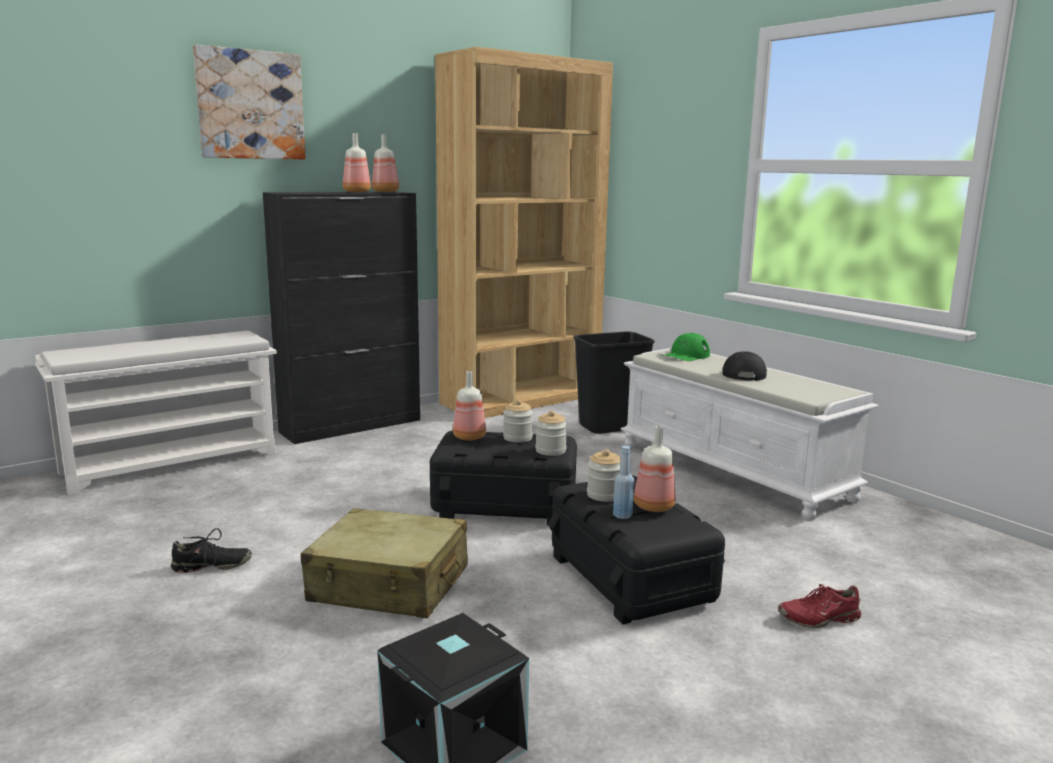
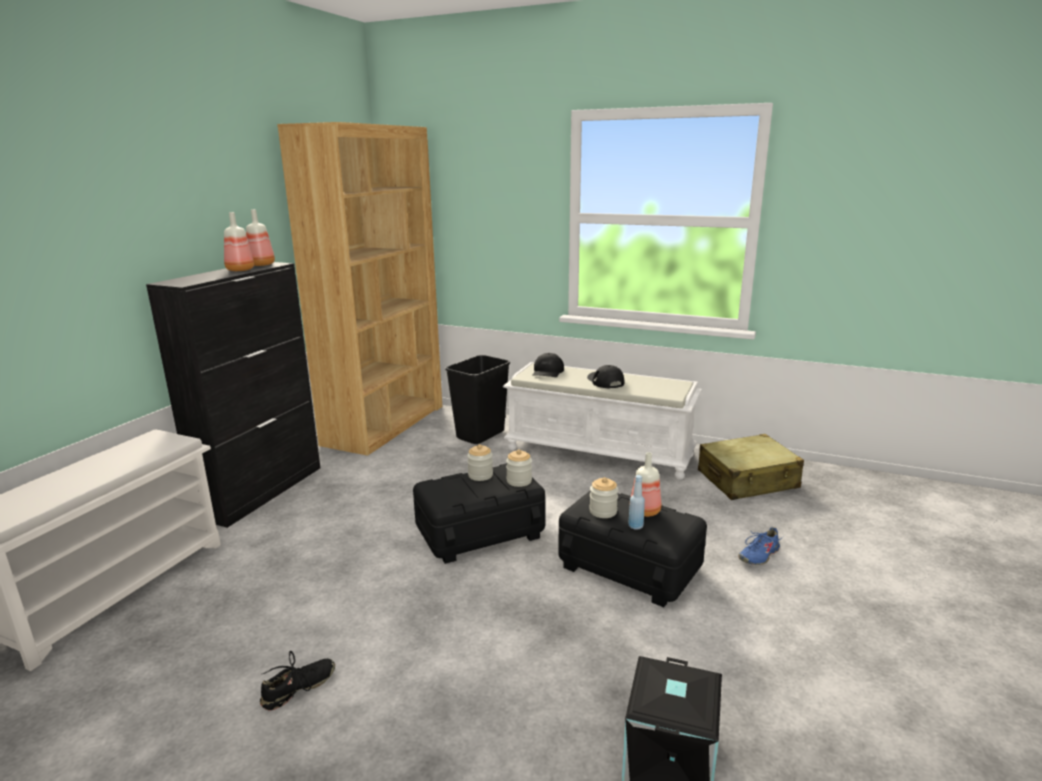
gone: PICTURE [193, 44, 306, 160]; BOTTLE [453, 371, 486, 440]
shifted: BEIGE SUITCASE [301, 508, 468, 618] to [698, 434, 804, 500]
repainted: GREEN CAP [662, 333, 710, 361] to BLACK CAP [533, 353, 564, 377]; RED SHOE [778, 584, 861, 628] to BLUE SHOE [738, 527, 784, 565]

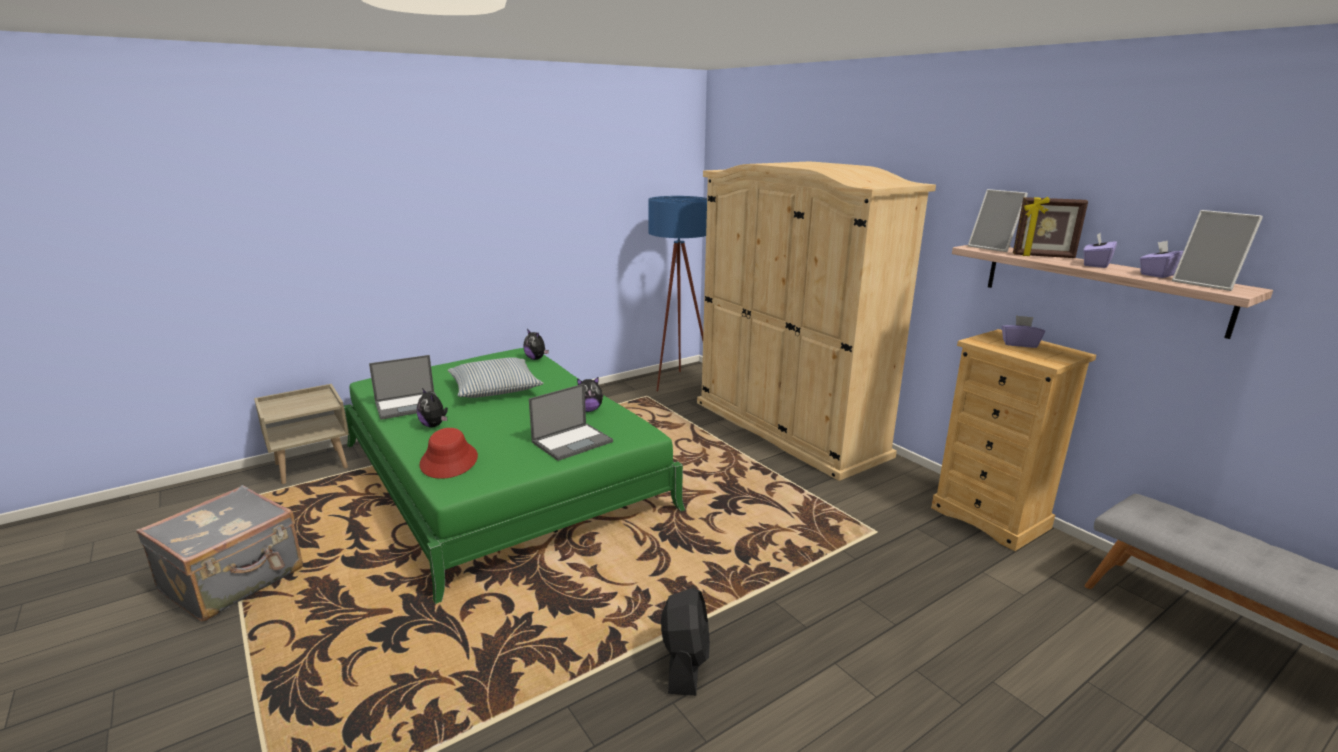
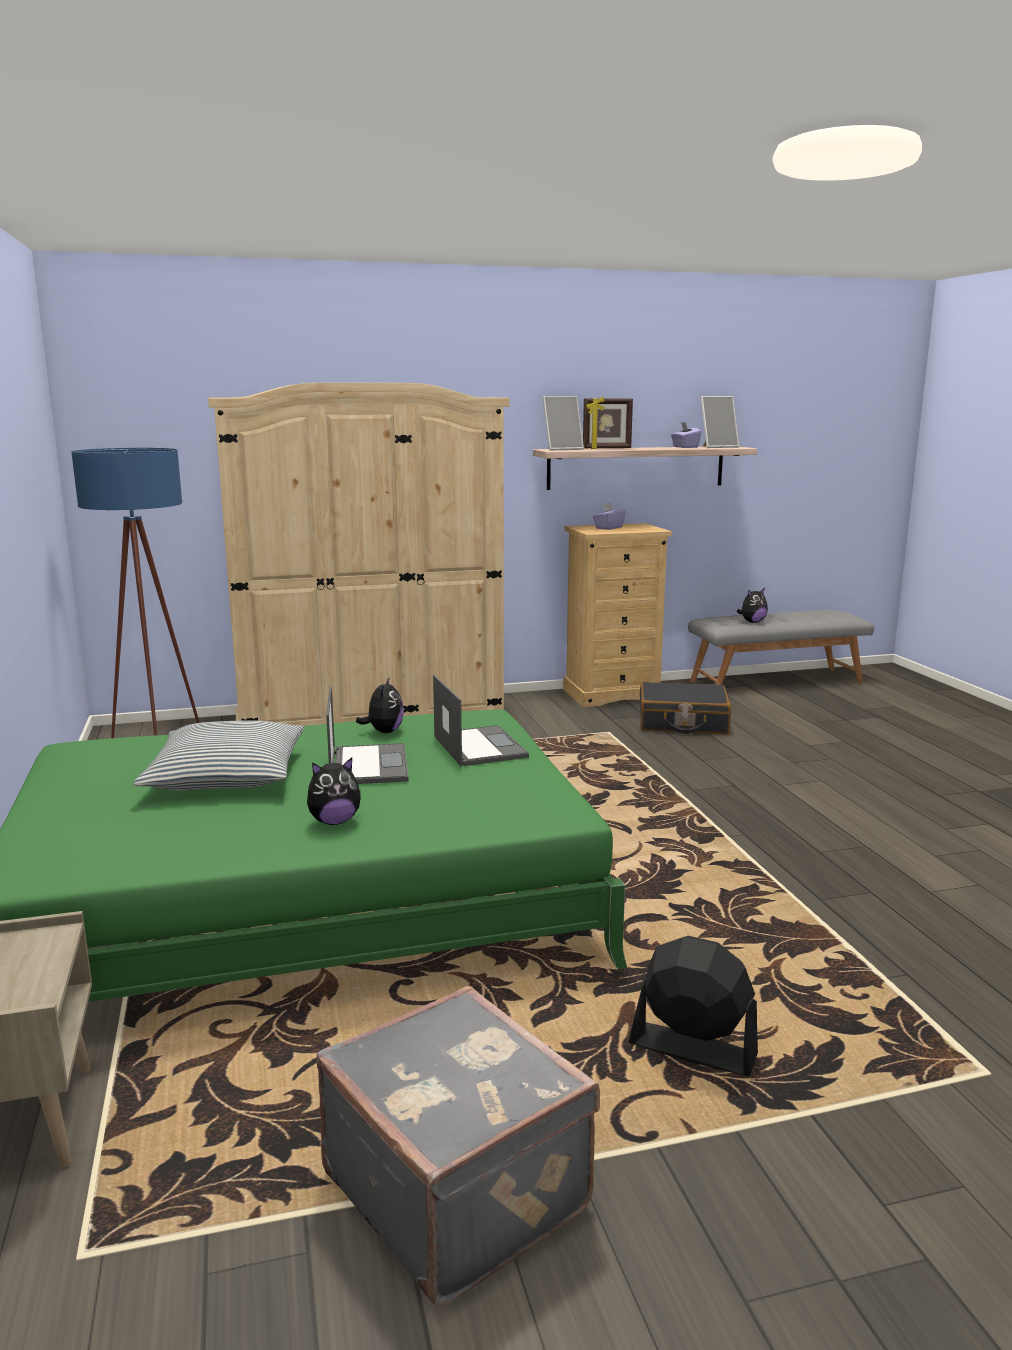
gone: RED HAT [420, 428, 478, 479]; PURPLE TISSUE BOX [1083, 233, 1117, 268]
new: BLACK SUITCASE [640, 682, 731, 734]
shifted: LAPTOP [369, 355, 437, 420] to [326, 686, 409, 784]; PLUSH TOY [523, 329, 549, 360] to [737, 588, 768, 623]; BLACK FAN [661, 588, 710, 696] to [629, 936, 758, 1077]
rotated: PICTURE FRAME [1013, 197, 1088, 258] = [583, 396, 633, 449] 45 degrees clockwise

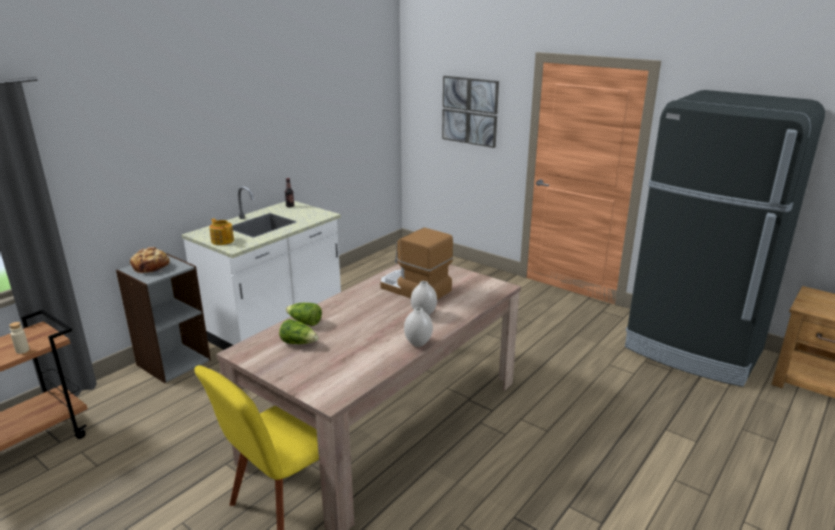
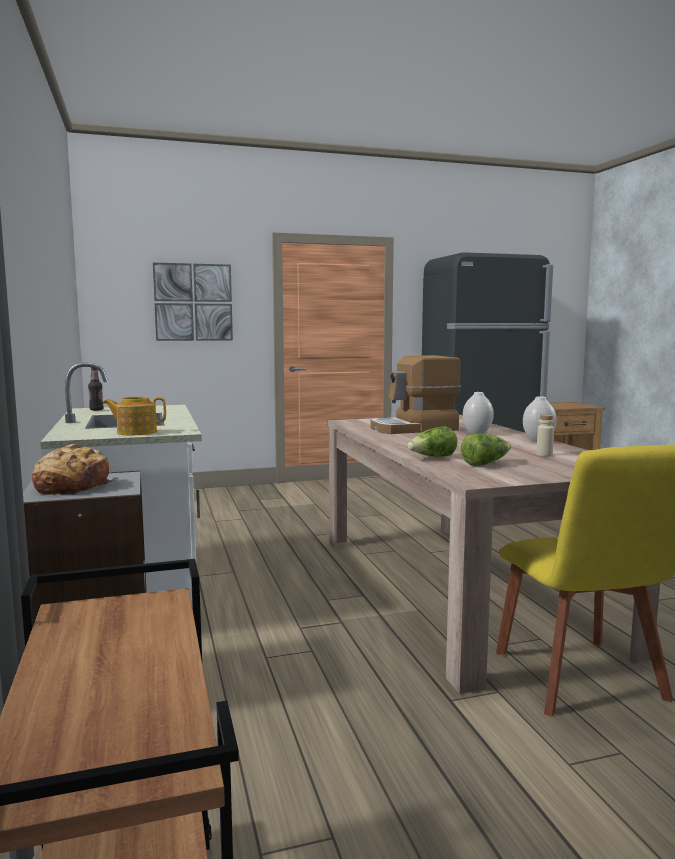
shifted: BEIGE BOTTLE [9, 322, 29, 354] to [536, 414, 554, 456]

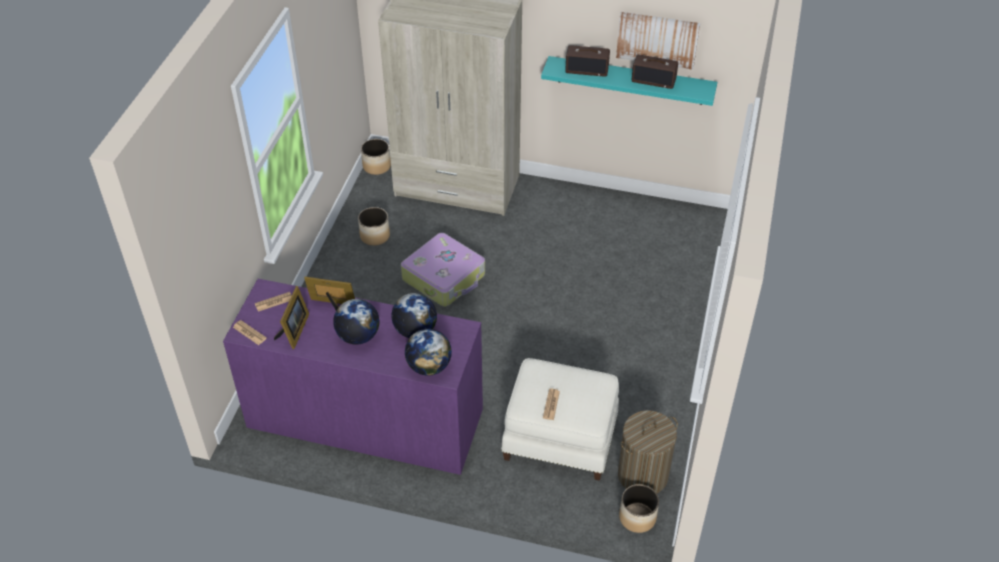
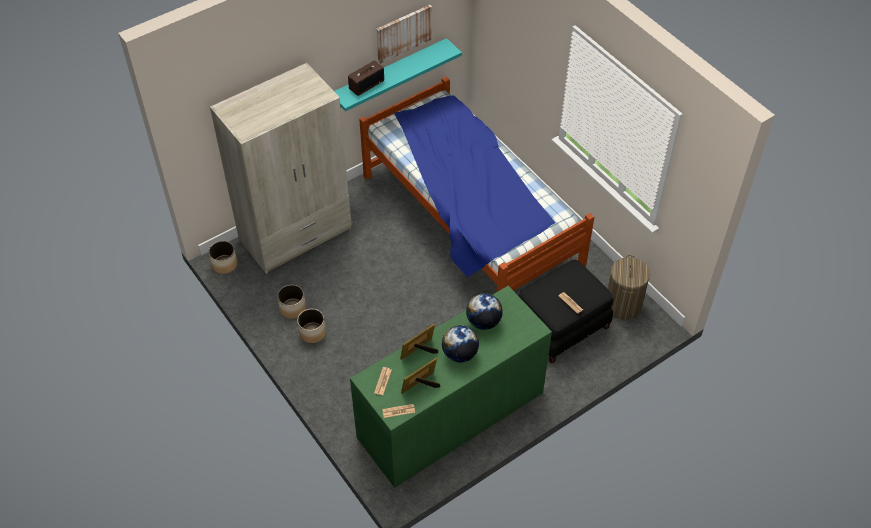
gone: SUITCASE [401, 233, 485, 307]; GLOBE [405, 329, 452, 376]; RADIO [632, 54, 678, 89]
new: BED [359, 77, 594, 292]
shifted: PLANTER [619, 484, 659, 533] to [297, 309, 326, 343]
repainted: PURPLE DRESSER [223, 279, 483, 475] to GREEN DRESSER [350, 286, 552, 488]; WHITE OTTOMAN [501, 358, 619, 481] to BLACK OTTOMAN [518, 260, 613, 364]
rotated: PICTURE FRAME [274, 286, 309, 349] = [401, 358, 440, 394] 90 degrees counterclockwise

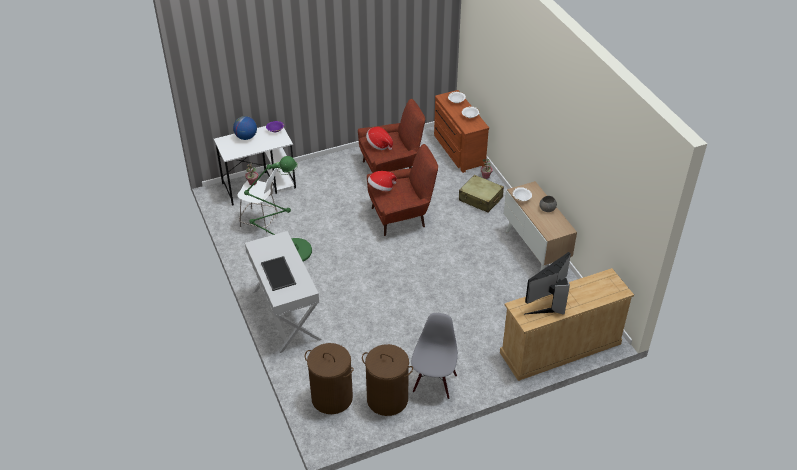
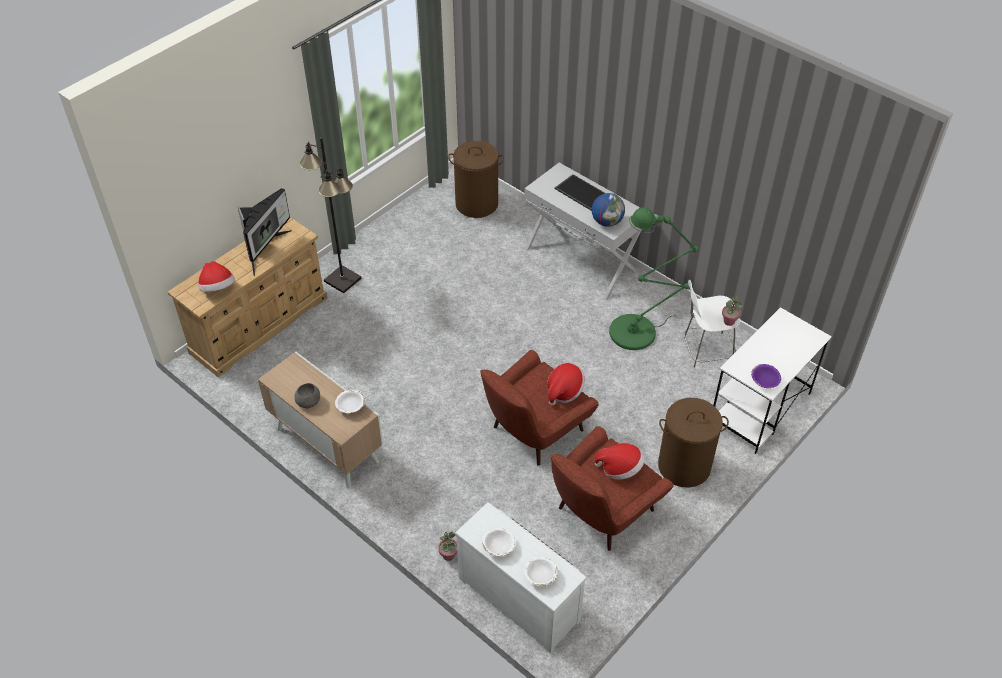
gone: GREY CHAIR [411, 313, 458, 399]; BEIGE SUITCASE [459, 175, 504, 213]
new: HAT [198, 261, 235, 292]; BLACK FLOOR LAMP [300, 137, 361, 293]
shifted: GLOBE [233, 116, 257, 140] to [592, 193, 625, 227]; BROWN LAUNDRY BASKET [362, 344, 413, 416] to [658, 398, 729, 488]
repainted: BROWN DRESSER [434, 90, 489, 173] to WHITE DRESSER [455, 502, 586, 653]

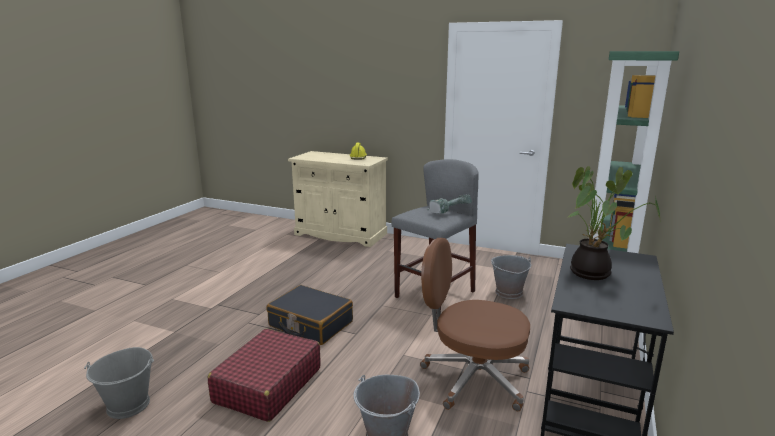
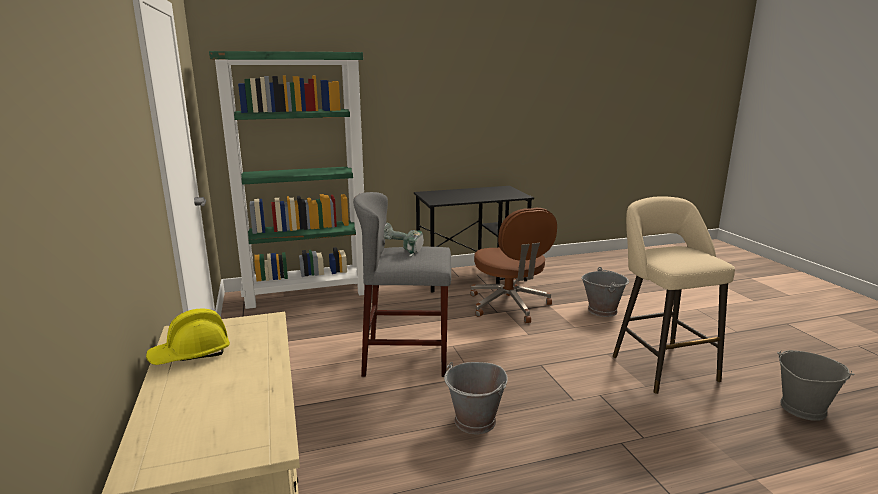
gone: BLACK SUITCASE [266, 285, 353, 345]; POTTED PLANT [567, 166, 661, 280]
shifted: GREY BUCKET [491, 255, 531, 299] to [444, 362, 508, 434]
swapped: RED SUITCASE [208, 329, 321, 422] to BEIGE STOOL [613, 196, 735, 394]

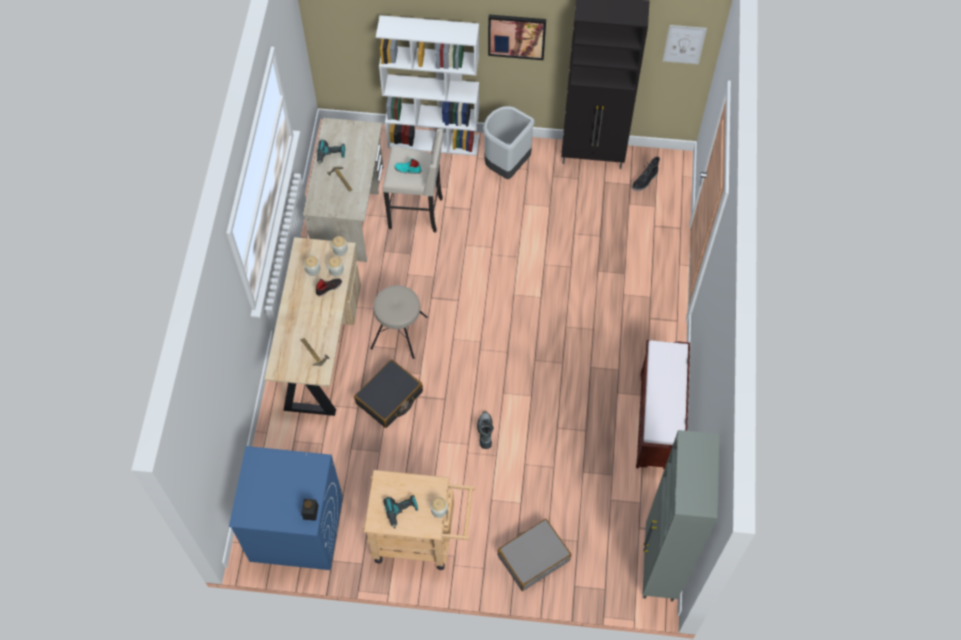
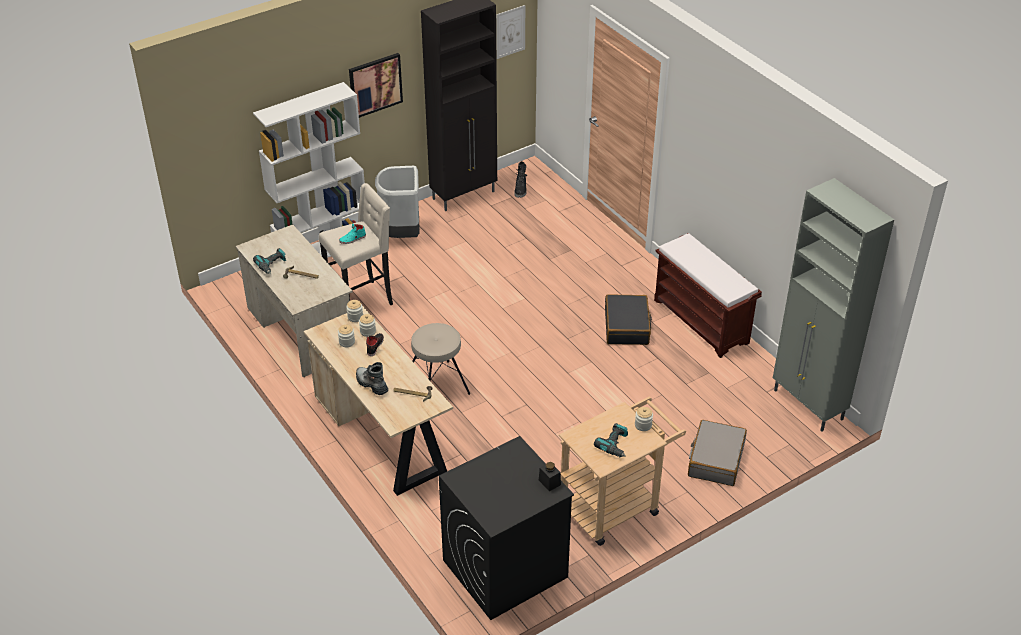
shifted: BLACK SUITCASE [354, 359, 423, 428] to [605, 294, 652, 345]; BOOT [477, 411, 494, 449] to [356, 362, 388, 395]
repainted: BLUE WASHING MACHINE [229, 446, 343, 570] to BLACK WASHING MACHINE [439, 436, 574, 620]

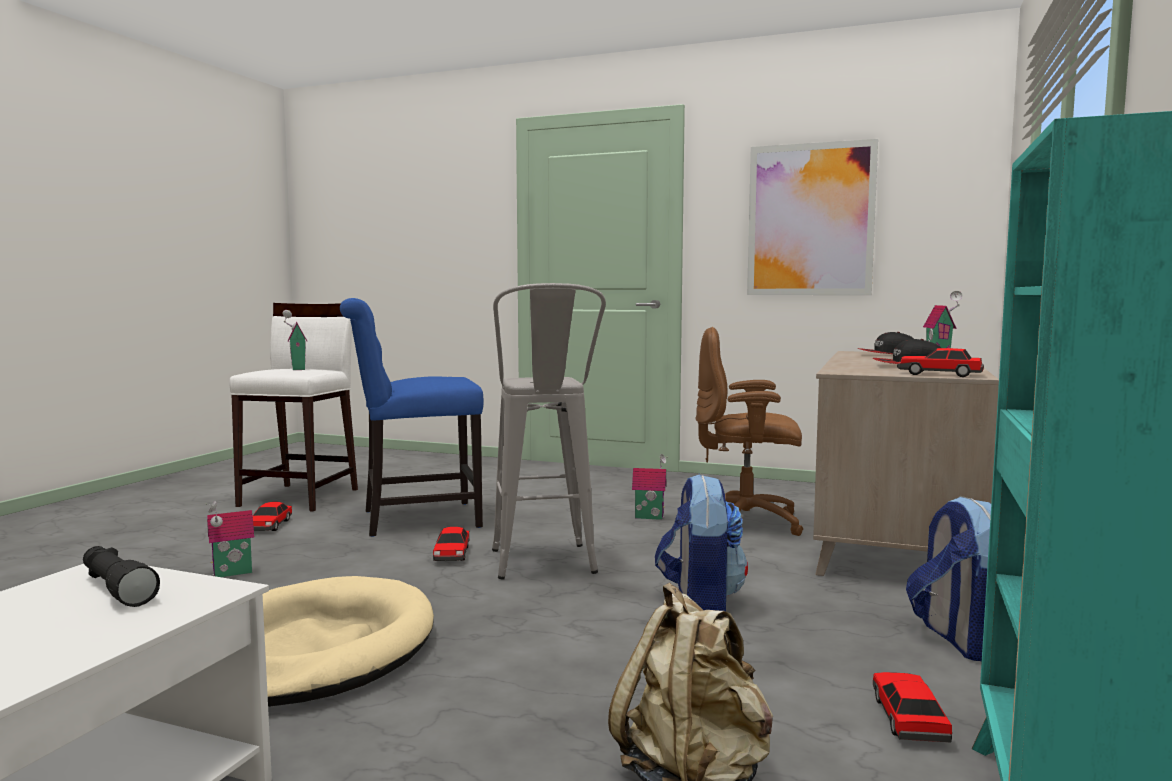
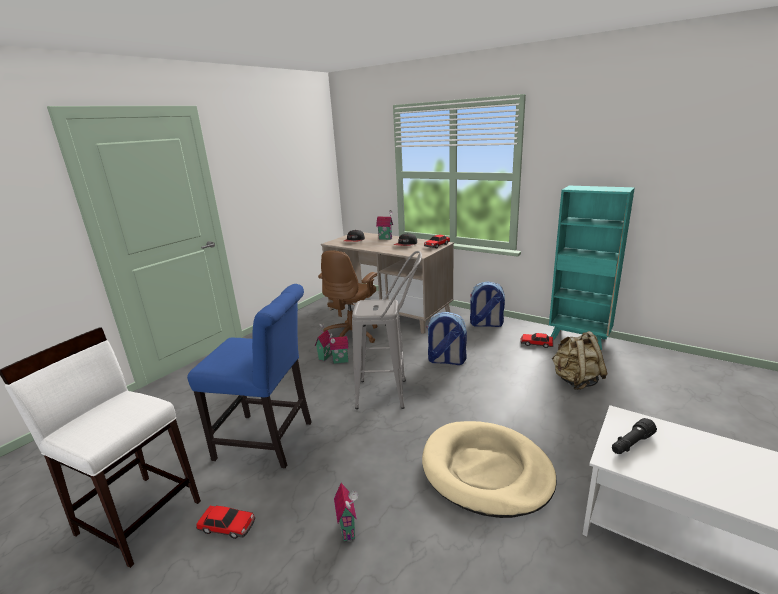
gone: TOY CAR [433, 527, 469, 561]; PICTURE [747, 139, 878, 295]
shifted: TOY HOUSE [282, 310, 308, 370] to [328, 334, 349, 364]
rotated: BLUE CHAIR [340, 298, 483, 537] = [187, 284, 312, 468] 75 degrees counterclockwise

